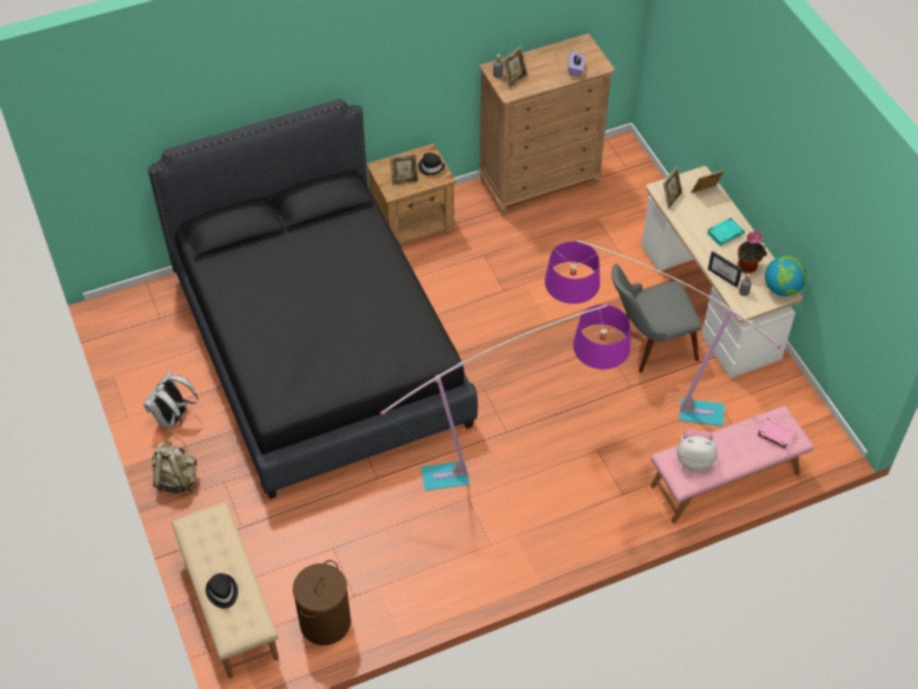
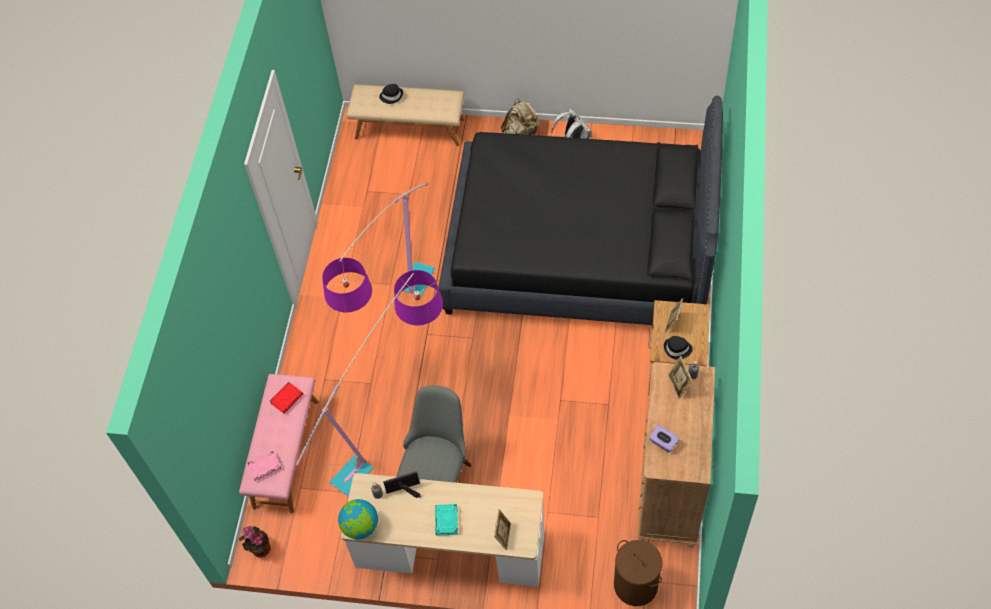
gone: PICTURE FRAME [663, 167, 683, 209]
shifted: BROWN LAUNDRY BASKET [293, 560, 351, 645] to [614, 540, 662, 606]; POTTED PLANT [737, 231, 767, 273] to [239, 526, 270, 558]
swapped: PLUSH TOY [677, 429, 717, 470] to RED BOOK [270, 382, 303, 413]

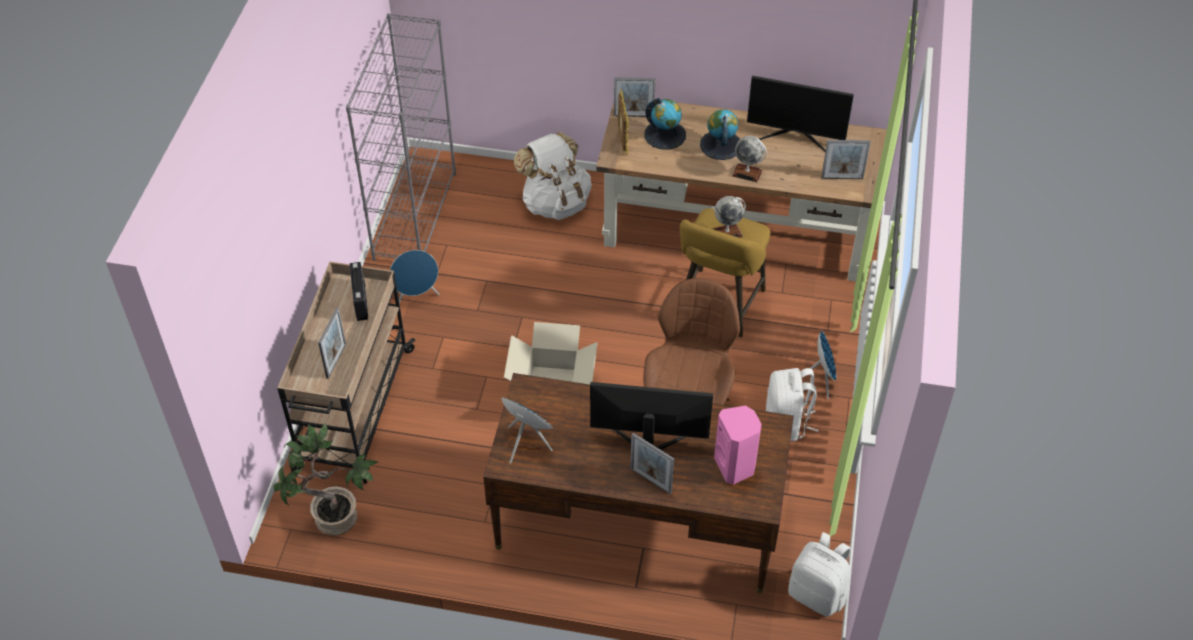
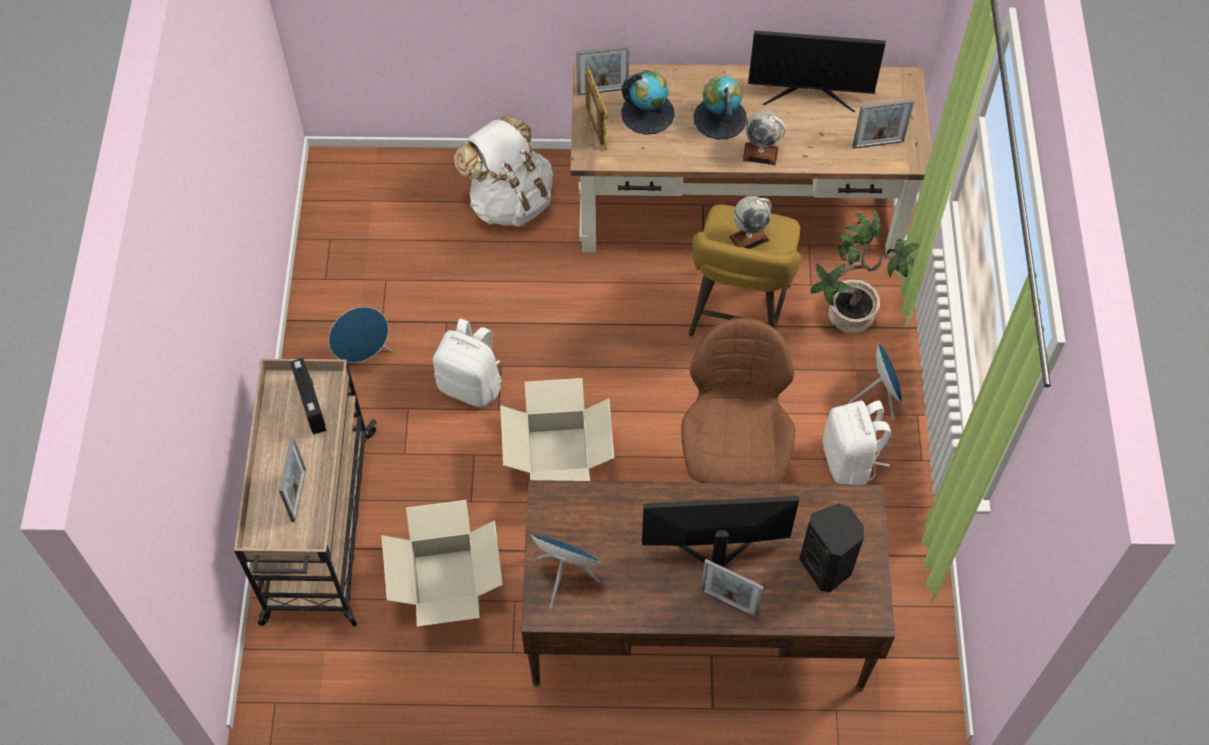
gone: GREY BOOKCASE [346, 13, 456, 261]
new: CARDBOARD BOX [381, 500, 503, 626]
shifted: POTTED PLANT [274, 423, 378, 536] to [811, 210, 919, 333]; WHITE BACKPACK [788, 532, 851, 617] to [433, 319, 502, 407]
repainted: PINK SPEAKER [714, 406, 762, 485] to BLACK SPEAKER [799, 504, 864, 592]

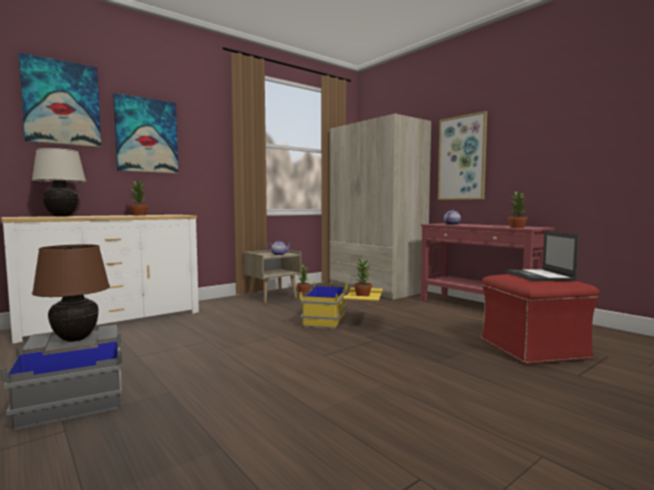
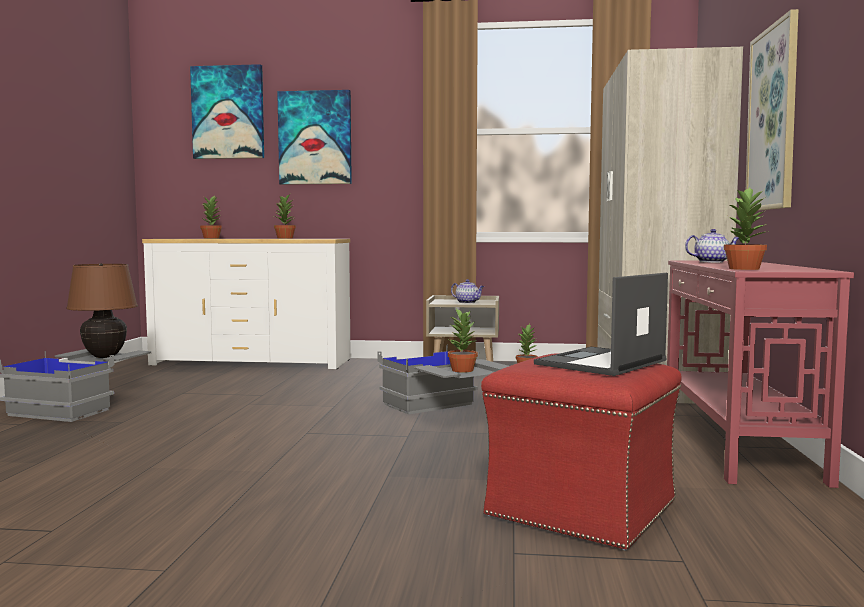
swapped: BEIGE TABLE LAMP [31, 148, 86, 217] to POTTED PLANT [200, 196, 222, 239]
repainted: YELLOW STORAGE BOX [300, 282, 383, 329] to GREY STORAGE BOX [378, 345, 509, 415]

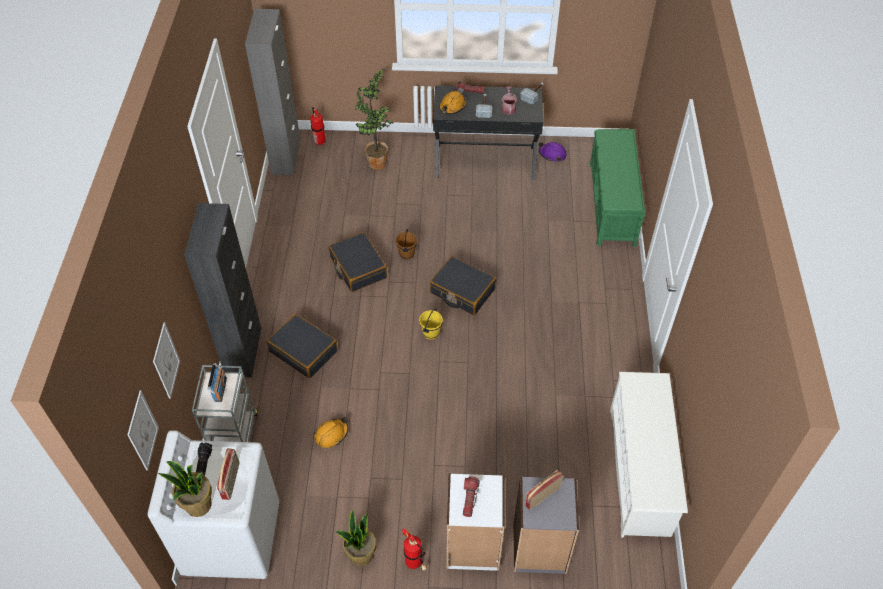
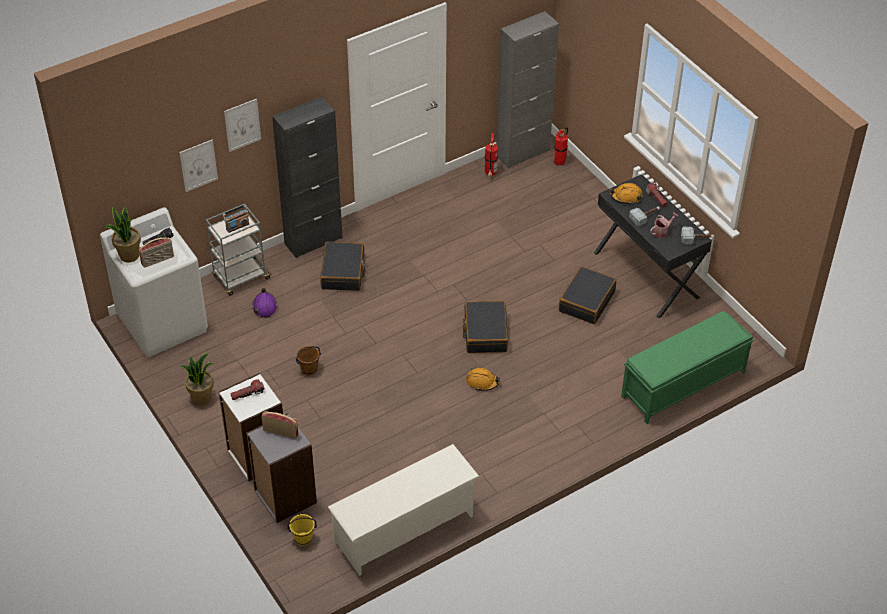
gone: POTTED PLANT [355, 69, 394, 170]
shifted: PICTURE [127, 390, 159, 470] to [224, 99, 261, 152]; ORANGE HARD HAT [314, 417, 348, 448] to [466, 367, 500, 391]; BLACK SUITCASE [329, 232, 387, 292] to [559, 266, 617, 324]; BROWN BUCKET [395, 229, 417, 260] to [296, 346, 321, 375]; FIRE EXTINGUISHER [402, 529, 427, 570] to [485, 133, 498, 176]; YELLOW BUCKET [419, 308, 443, 340] to [288, 514, 317, 546]; PURPLE HARD HAT [539, 142, 567, 161] to [252, 288, 278, 318]

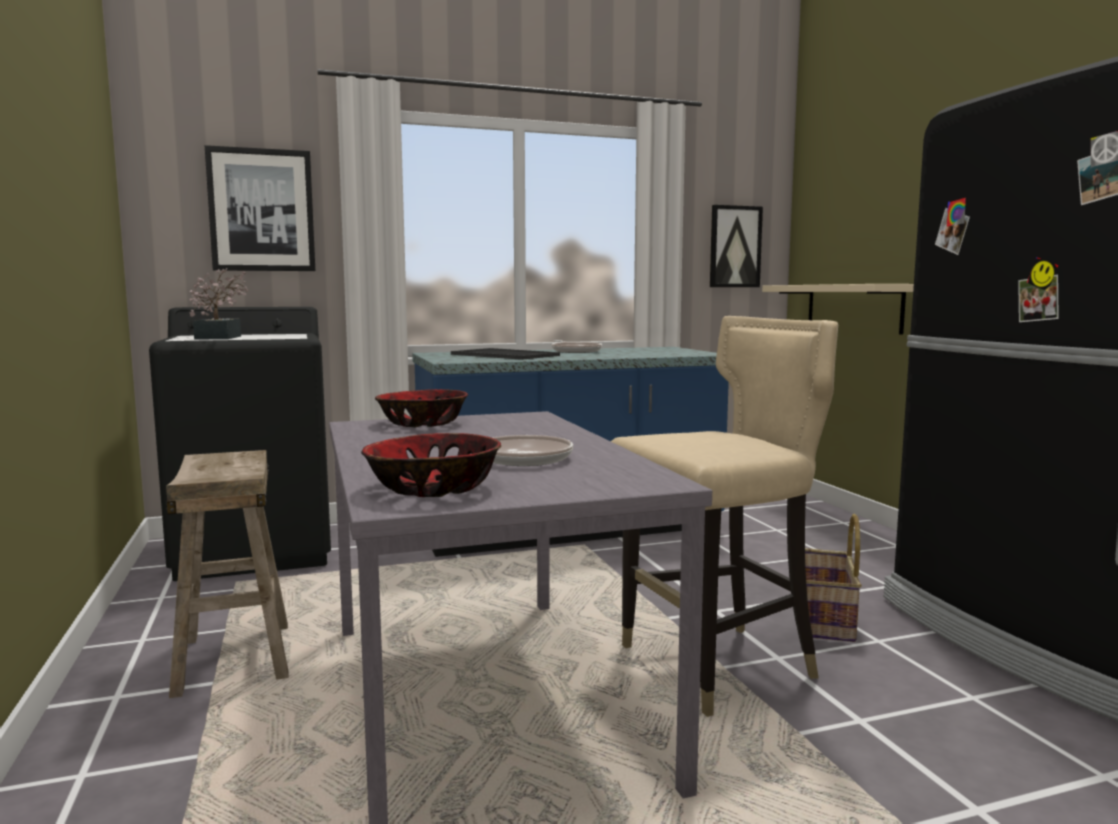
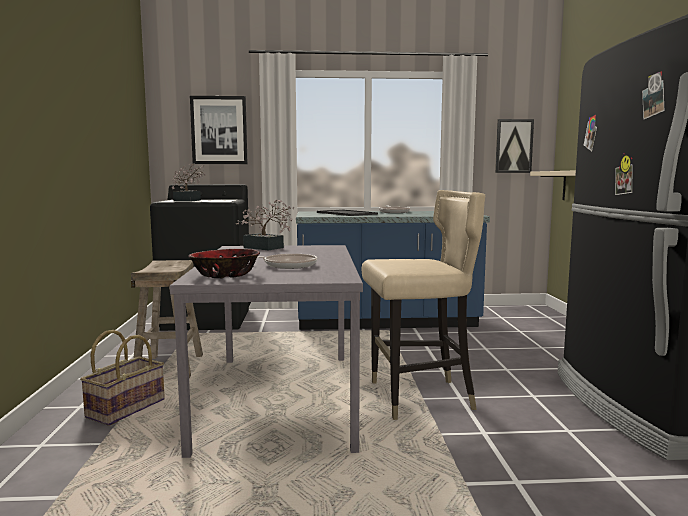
shifted: BASKET [805, 514, 862, 642] to [80, 330, 165, 426]
swapped: BOWL [375, 389, 468, 427] to POTTED PLANT [236, 200, 294, 250]

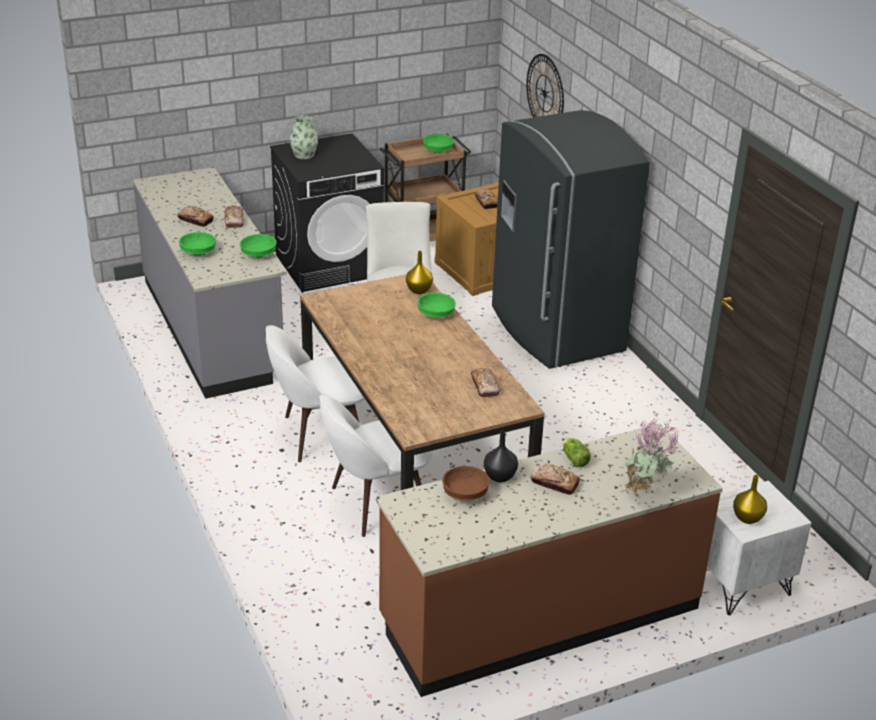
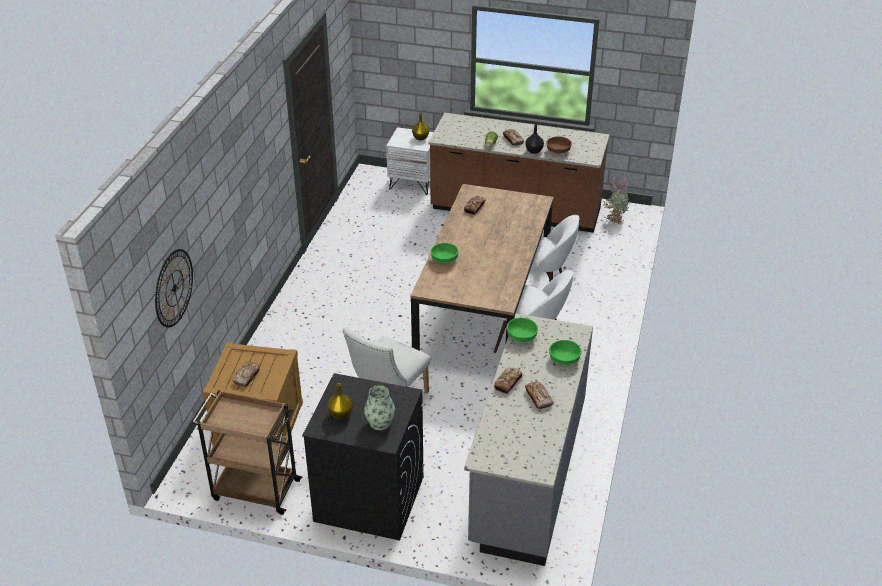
gone: GREEN BOWL [423, 134, 454, 153]; GREY FRIDGE [492, 110, 650, 369]
shifted: YELLOW VASE [406, 251, 433, 294] to [327, 383, 353, 419]; POTTED PLANT [622, 417, 679, 497] to [603, 175, 630, 224]

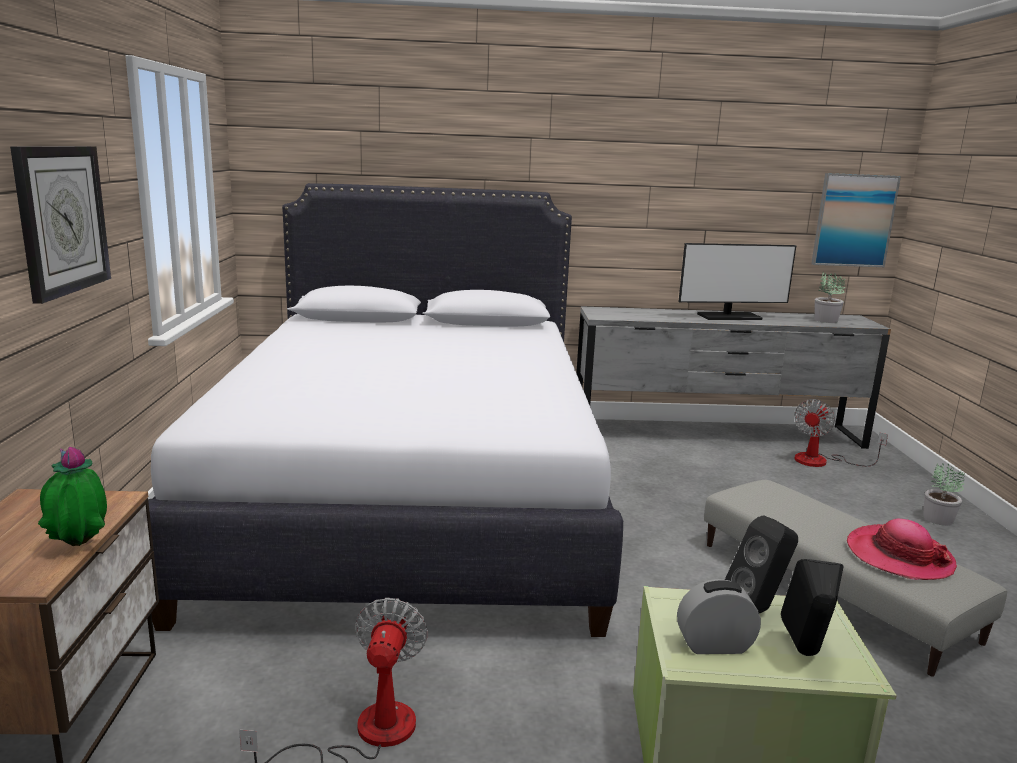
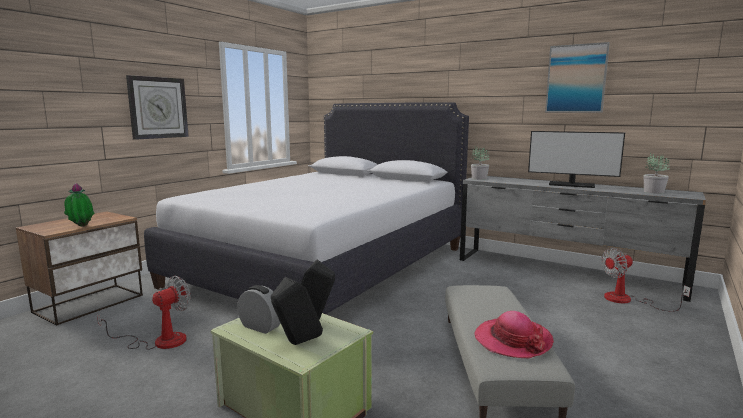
shifted: PICTURE [811, 173, 901, 267] to [545, 42, 610, 112]; POTTED PLANT [923, 463, 965, 526] to [471, 146, 490, 180]

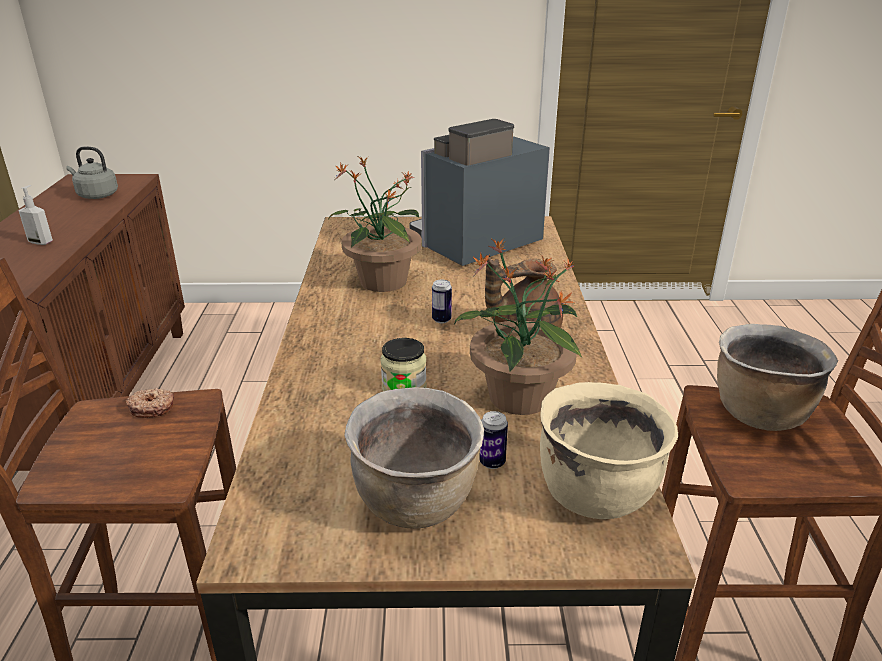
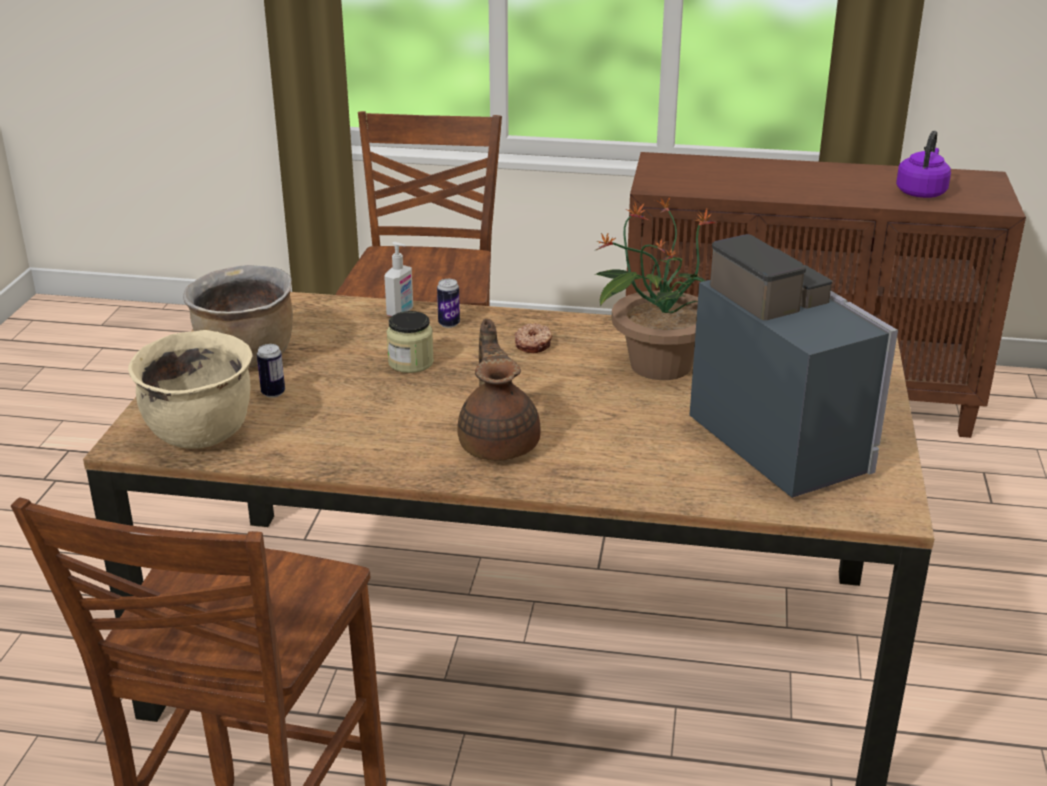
gone: POTTED PLANT [454, 238, 582, 415]; BROWN COOKING POT [717, 324, 838, 431]
shifted: SOAP DISPENSER [18, 185, 53, 245] to [384, 242, 413, 316]; DONUT [126, 388, 174, 418] to [515, 323, 552, 353]; CAN [432, 280, 452, 323] to [437, 279, 460, 328]
repainted: GREY KETTLE [66, 147, 118, 199] to PURPLE KETTLE [896, 131, 951, 198]

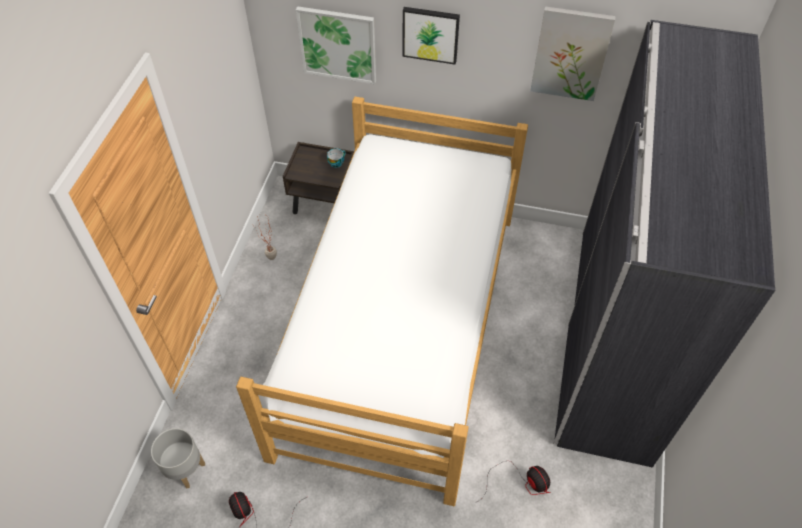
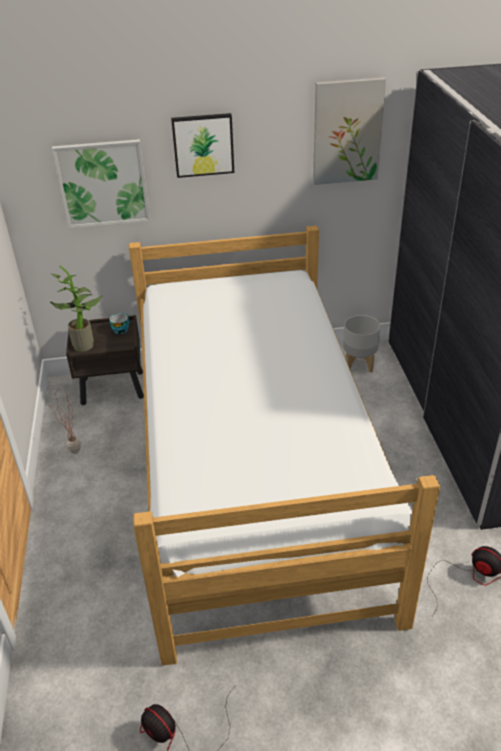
new: POTTED PLANT [50, 265, 103, 352]
shifted: GREY PLANTER [151, 428, 205, 488] to [343, 315, 381, 372]

